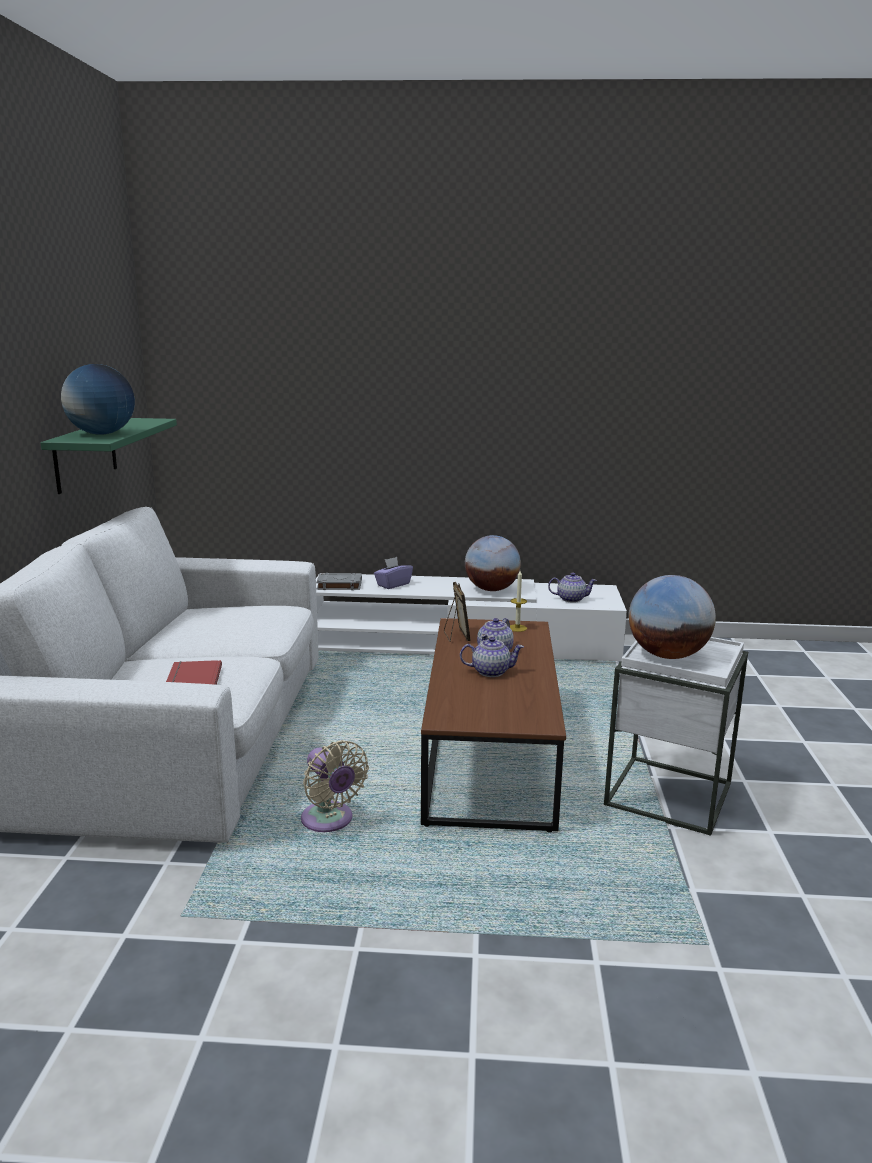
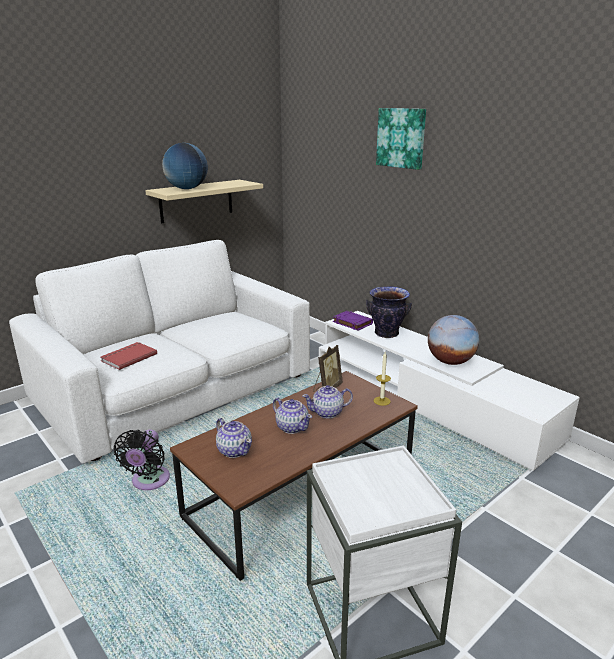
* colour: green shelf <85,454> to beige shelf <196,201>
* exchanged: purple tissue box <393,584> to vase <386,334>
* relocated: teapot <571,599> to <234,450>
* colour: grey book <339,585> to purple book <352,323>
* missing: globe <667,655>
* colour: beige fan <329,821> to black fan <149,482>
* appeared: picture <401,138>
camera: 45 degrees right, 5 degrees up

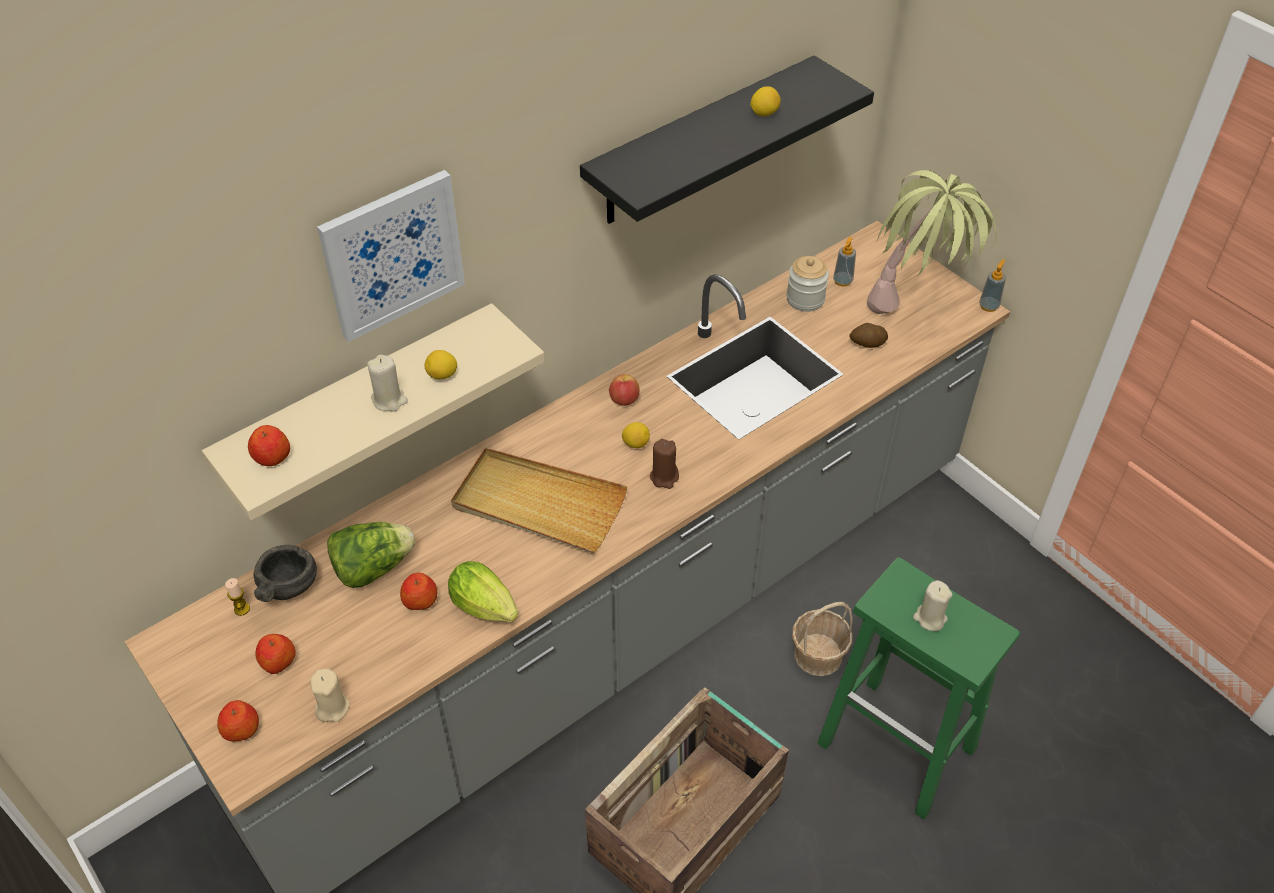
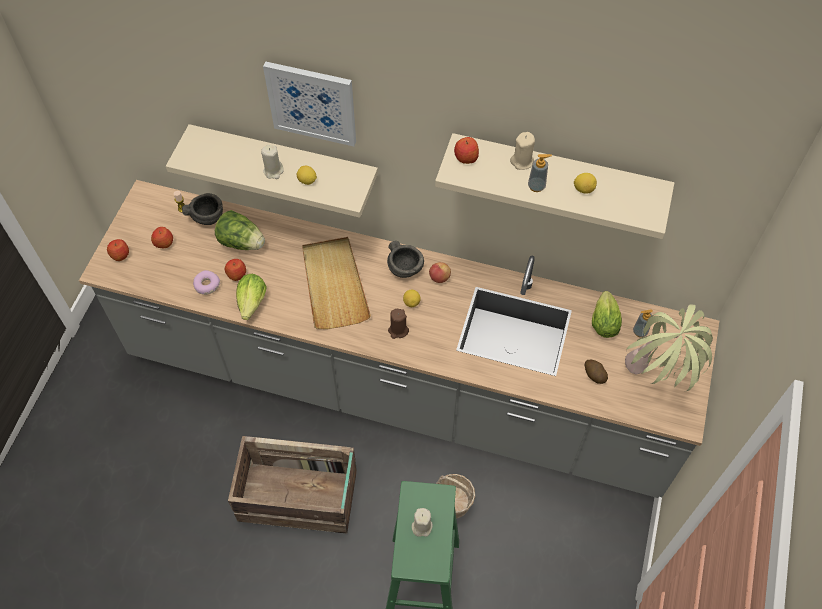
* colour: black shelf <701,142> to beige shelf <557,176>
* exchanged: jar <805,299> to lettuce <604,320>
* relocated: soap dispenser <988,306> to <536,186>
* relocated: apple <272,457> to <466,157>
* relocated: beige candle <332,707> to <522,161>
* appeared: grey bowl <405,268>
* appeared: donut <207,285>
camera: 55 degrees right, 10 degrees up

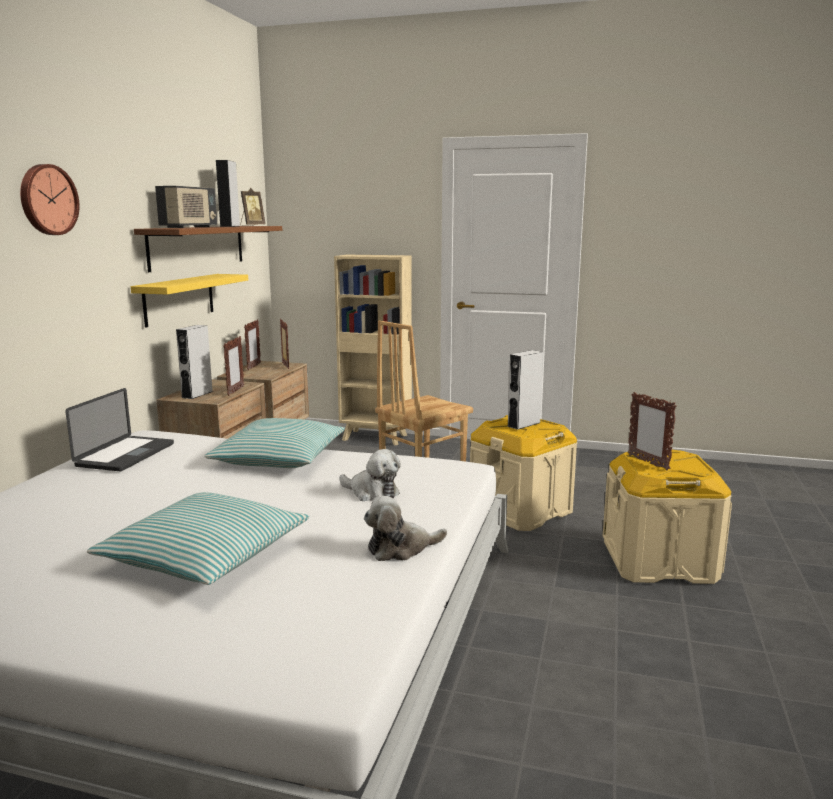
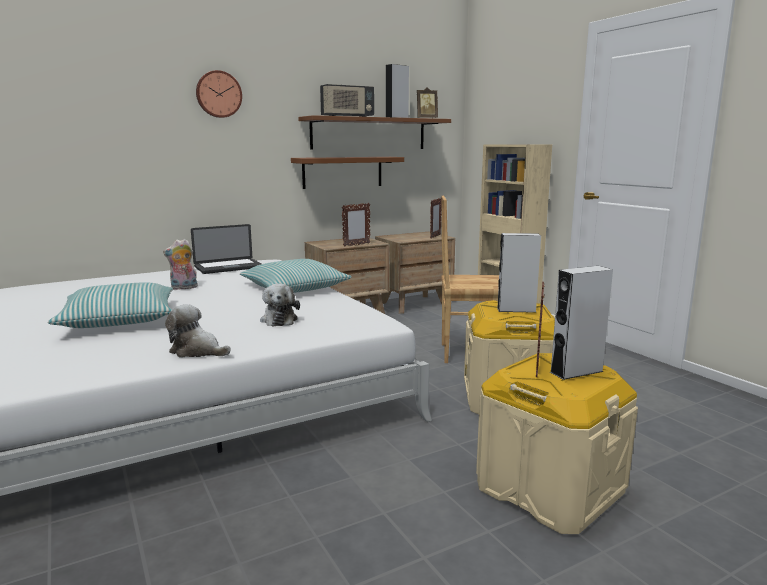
* colour: yellow shelf <179,299> to brown shelf <342,172>
* missing: picture frame <253,367>
* relocated: grey speaker <197,394> to <576,372>
* appeared: plush toy <183,288>
camera: 45 degrees right, 0 degrees up

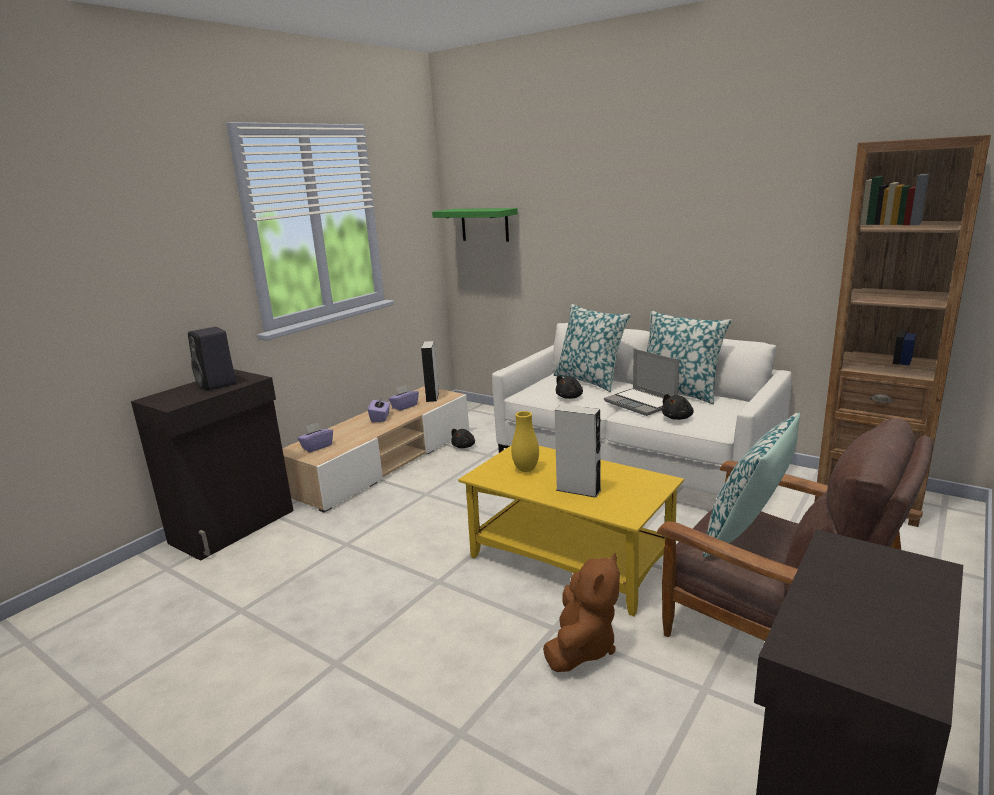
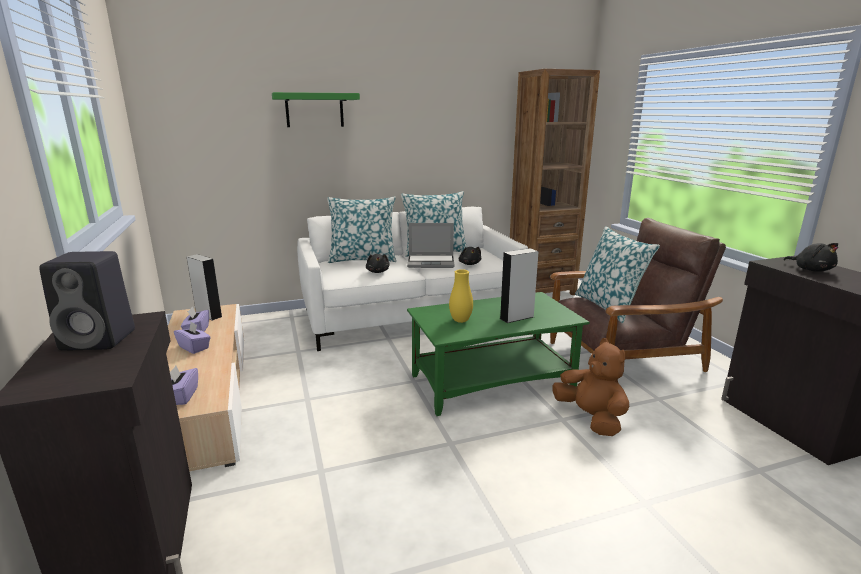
* relocated: green shelf <484,224> to <314,110>
* relocated: black plush toy <464,446> to <811,269>
* colour: yellow coffee table <572,560> to green coffee table <493,381>
camera: 55 degrees left, 0 degrees up

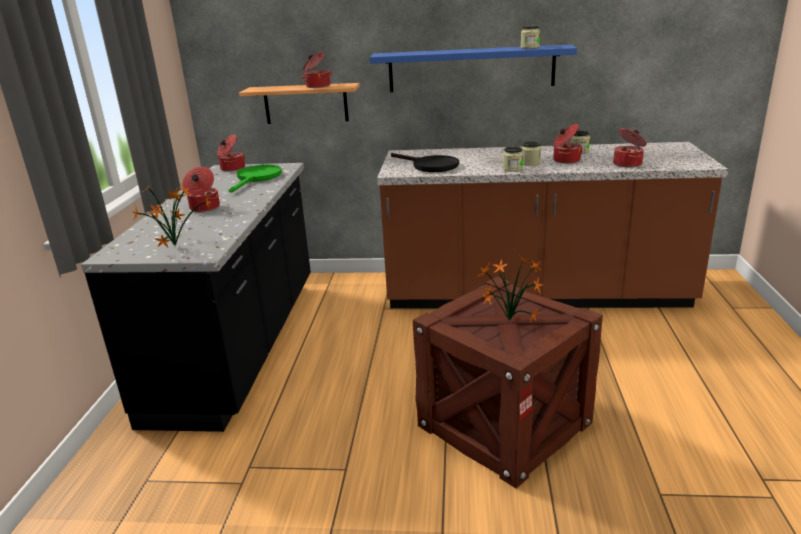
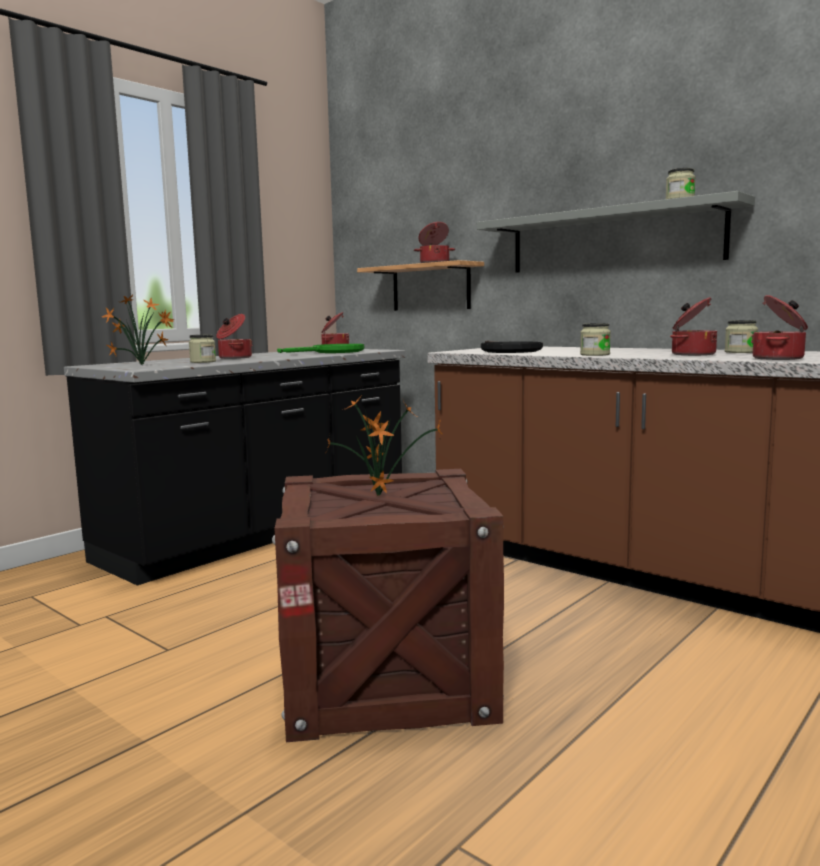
* colour: blue shelf <471,69> to grey shelf <612,239>
* relocated: jar <530,163> to <203,362>
camera: 35 degrees right, 15 degrees down

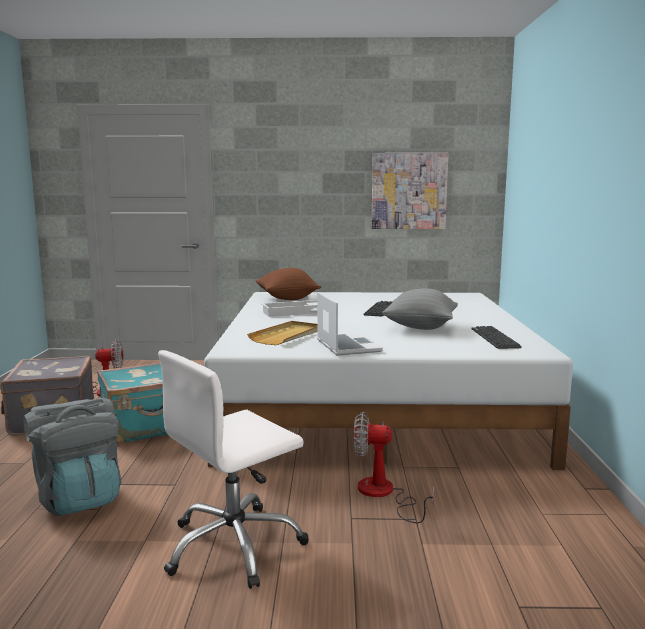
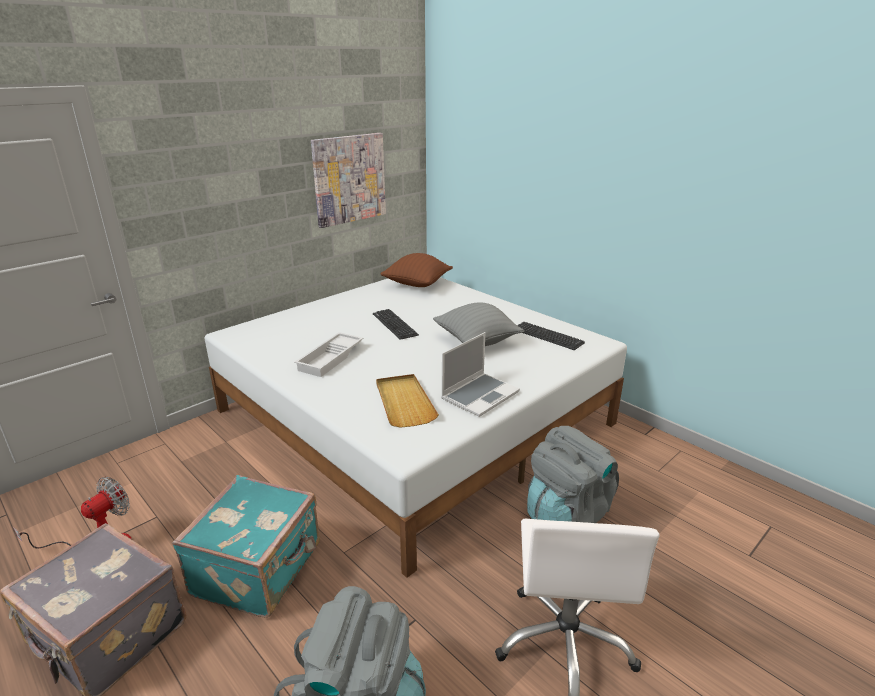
* relocated: brown pillow <287,299> to <417,285>
* spun: laptop <346,346> = <480,395> 105 degrees clockwise
* exchanged: fan <383,494> to grey backpack <566,514>
camera: 45 degrees left, 15 degrees up

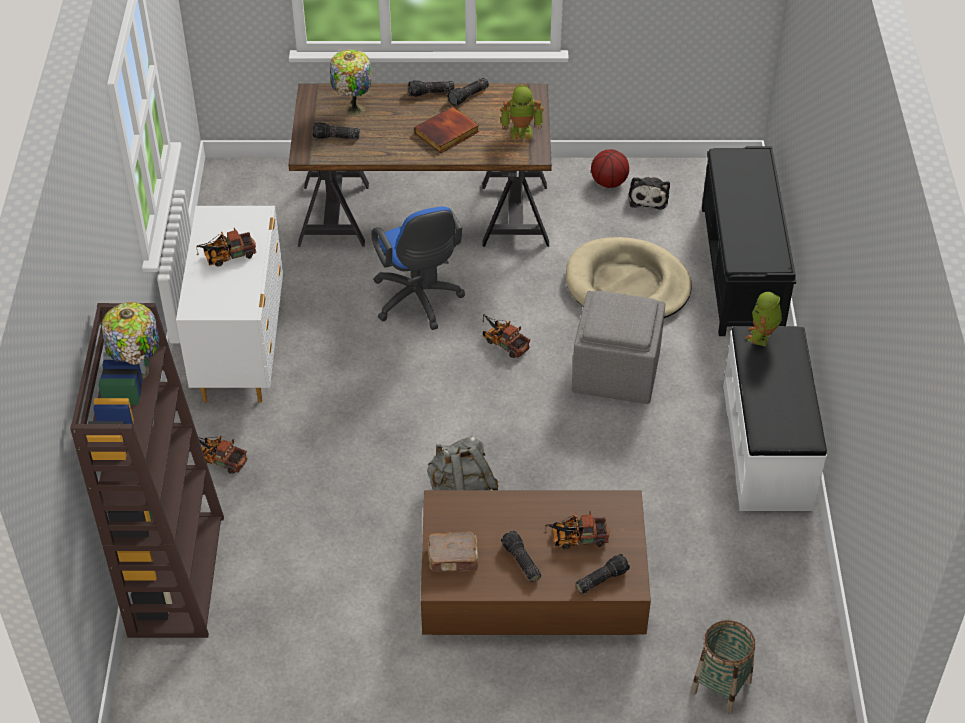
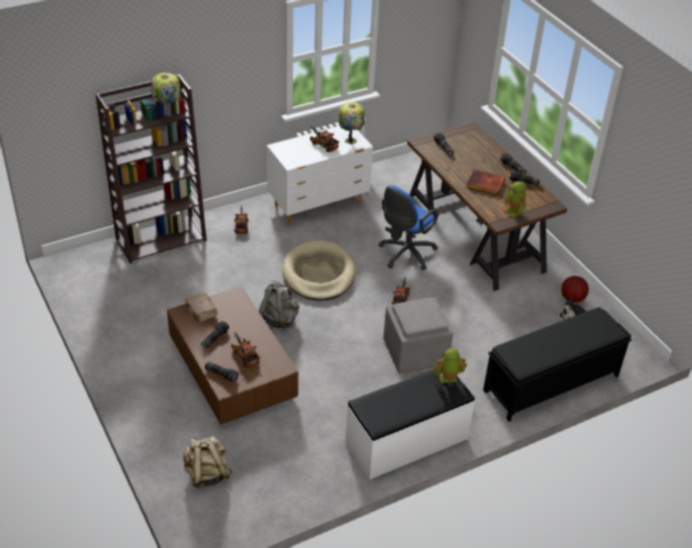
* relocated: table lamp <353,108> to <350,140>
* relocated: beige dog bed <627,285> to <318,274>
* exchanged: basket <721,687> to beige backpack <206,474>
camera: 60 degrees right, 5 degrees down

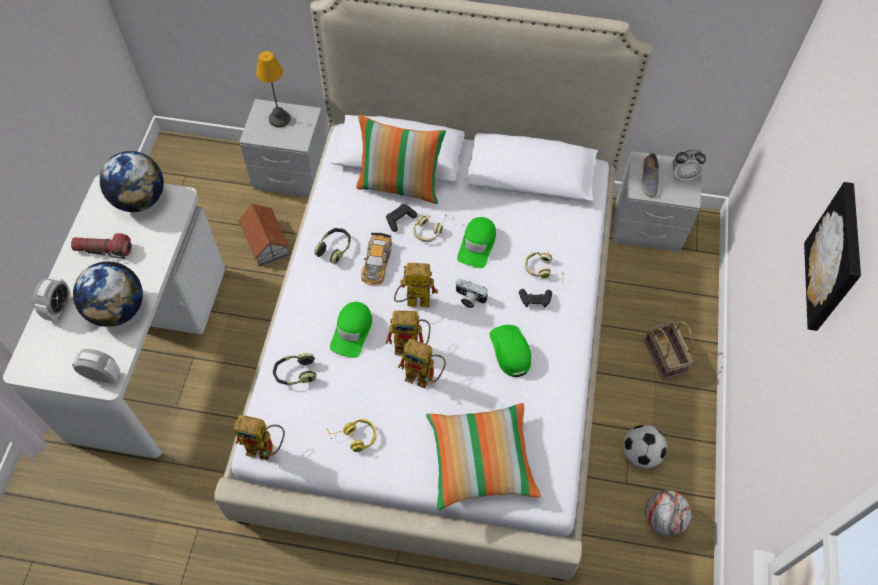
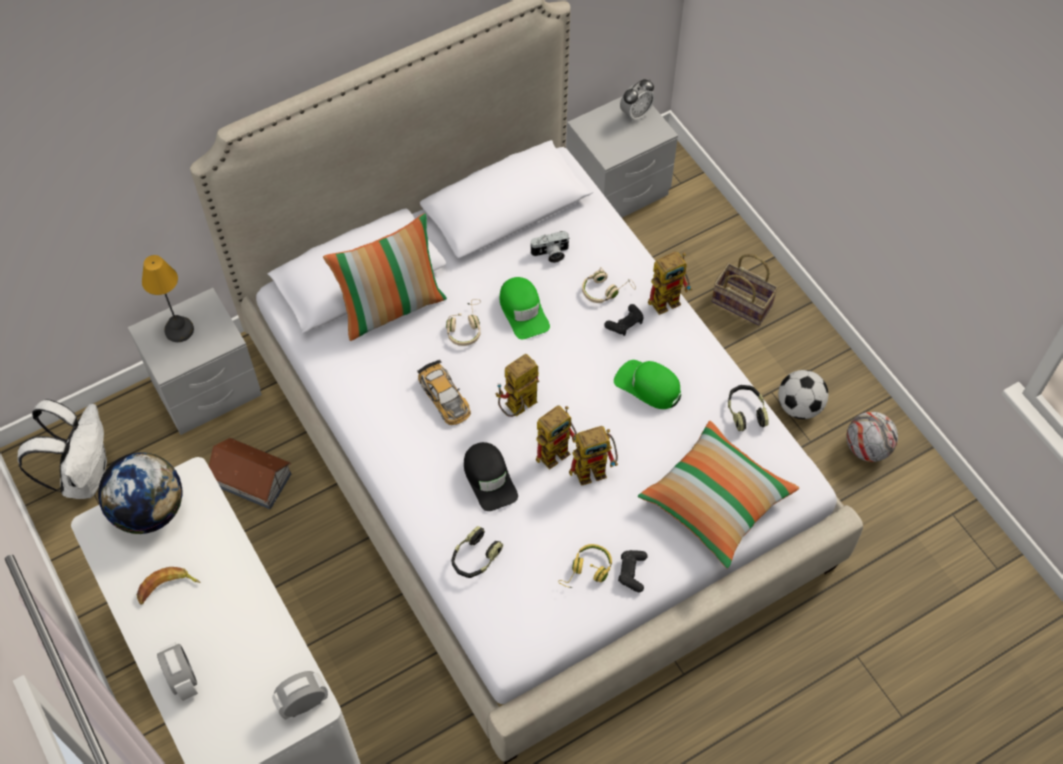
* missing: shoe <648,179>
* missing: picture <836,258>
* relocated: black game controller <400,219> to <632,572>
* relocated: headphones <334,248> to <745,412>
* exchanged: flashlight <104,250> to banana <167,588>
* missing: globe <118,310>
* relocated: photo camera <469,298> to <550,254>
* colour: green cap <352,331> to black cap <489,478>
* relocated: toy robot <266,448> to <669,298>
* appeared: white backpack <84,475>
camera: 40 degrees left, 0 degrees up

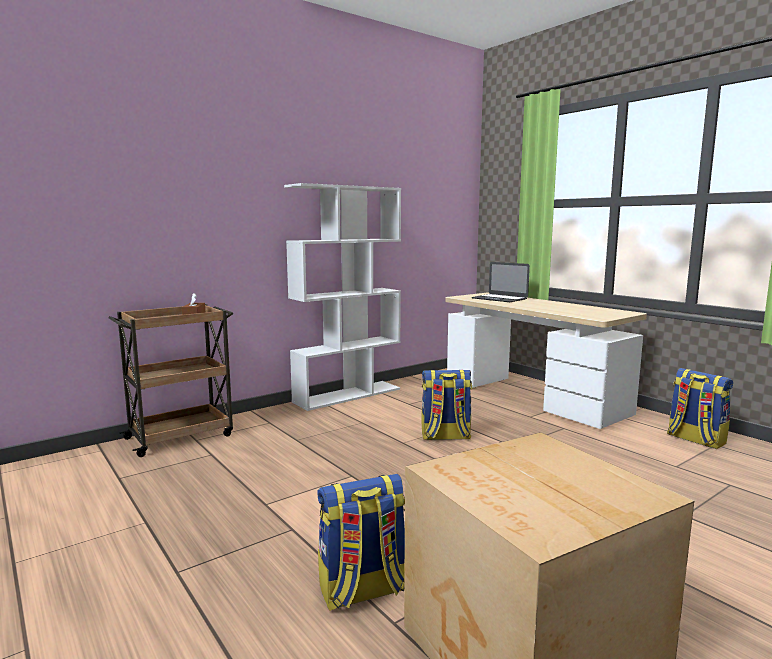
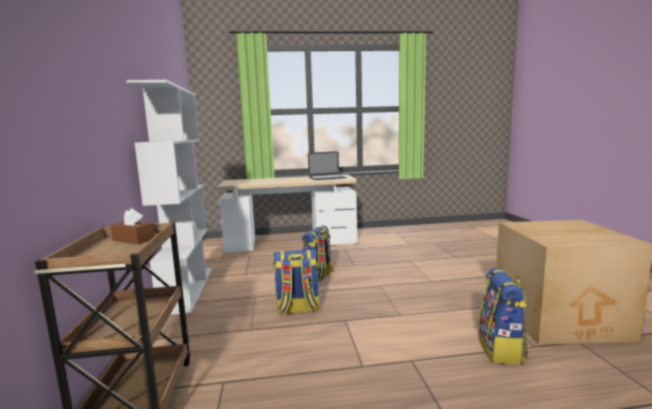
* relocated: laptop <499,298> to <327,178>
* relocated: backpack <695,440> to <297,309>
camera: 60 degrees left, 0 degrees up

